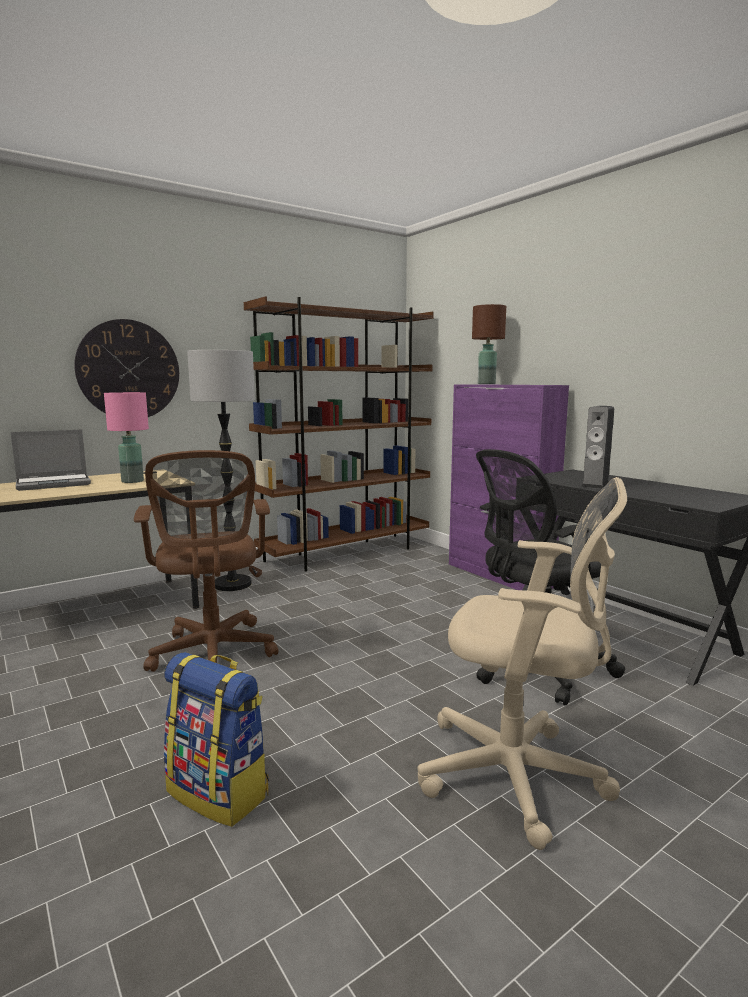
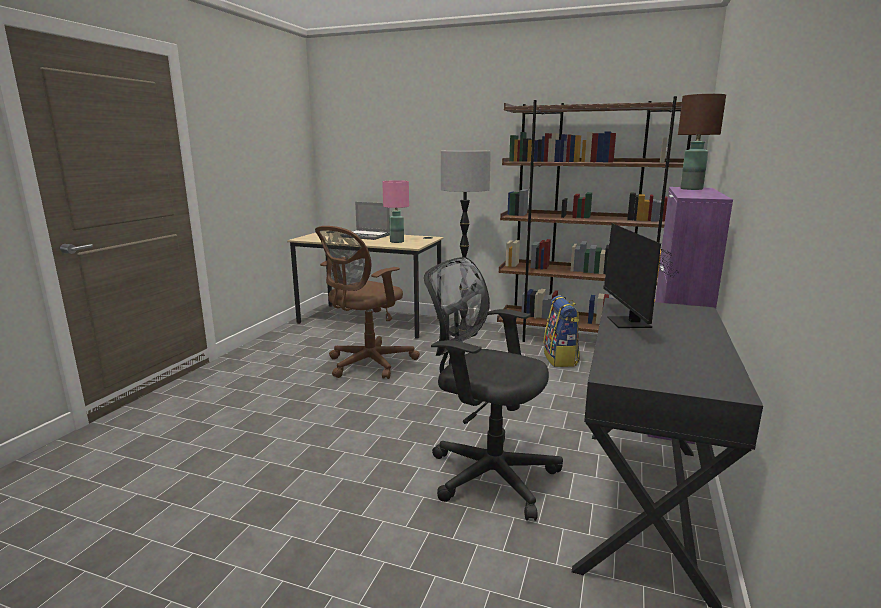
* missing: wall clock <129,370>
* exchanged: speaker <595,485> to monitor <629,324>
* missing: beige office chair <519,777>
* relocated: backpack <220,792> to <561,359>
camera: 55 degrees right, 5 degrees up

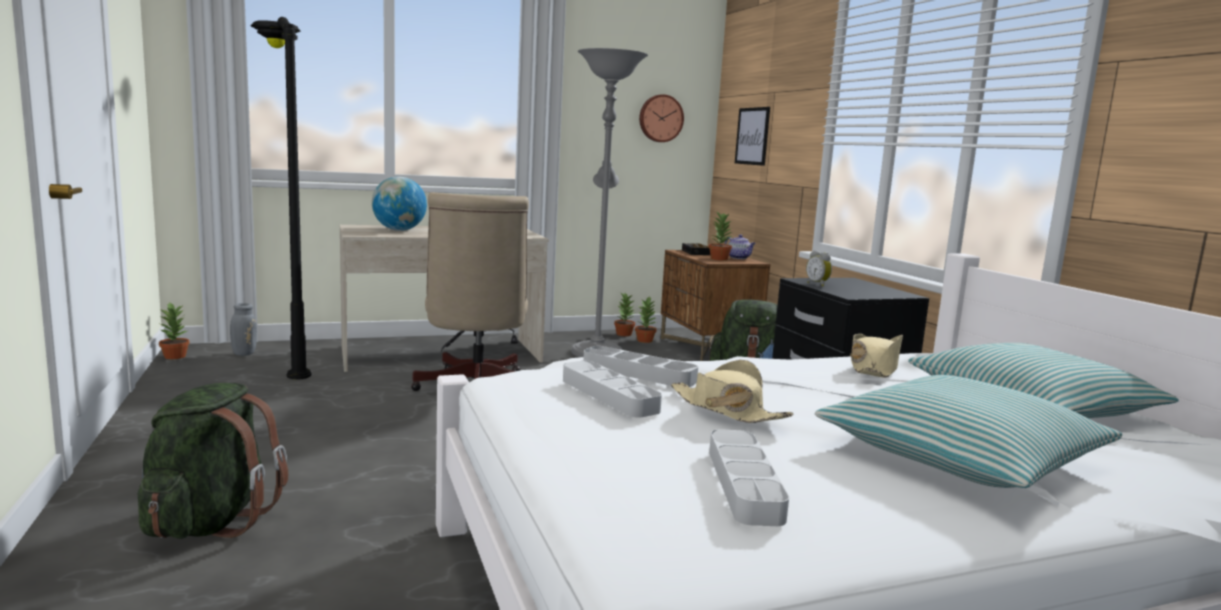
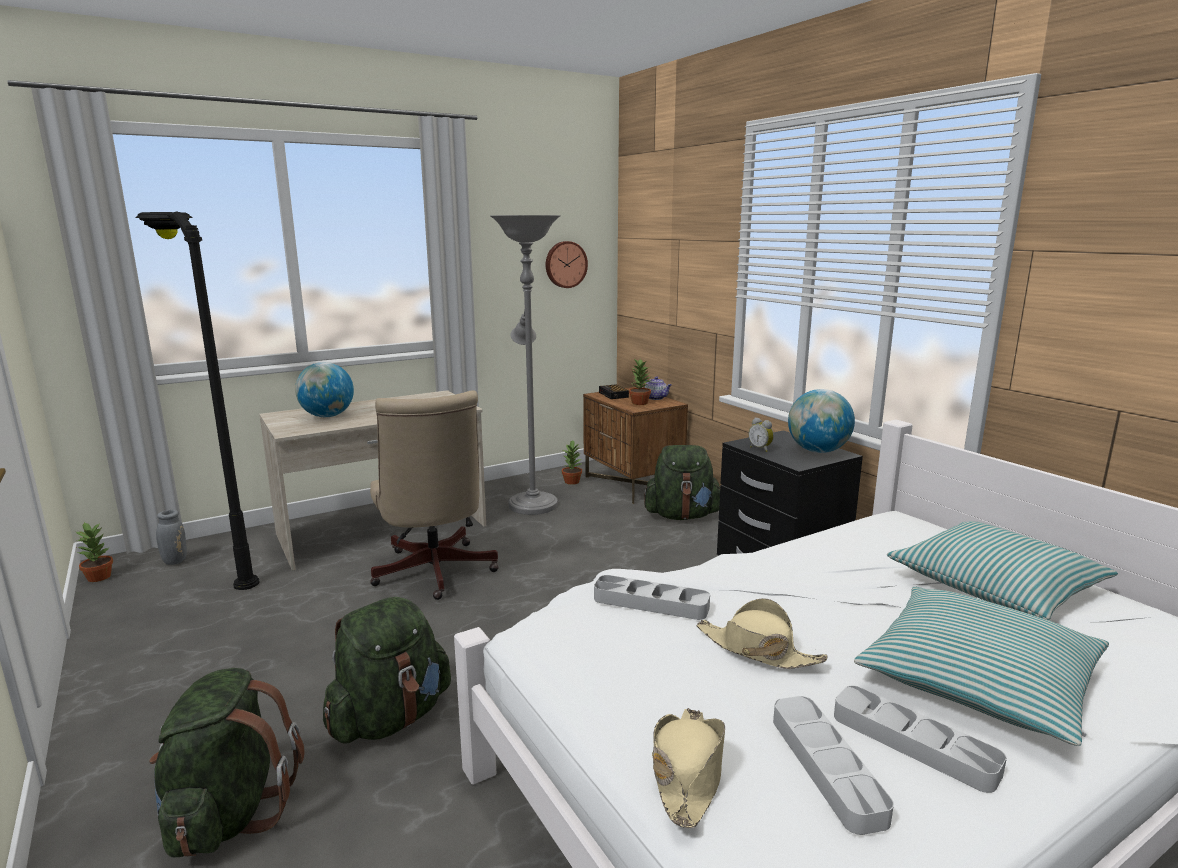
* missing: picture <752,136>
* missing: potted plant <623,334>
* relocated: beige hat <873,368> to <687,772>
* relocated: grey tray <609,395> to <913,743>
* appeared: globe <818,451>
* appeared: green backpack <391,718>
camera: 10 degrees left, 5 degrees up

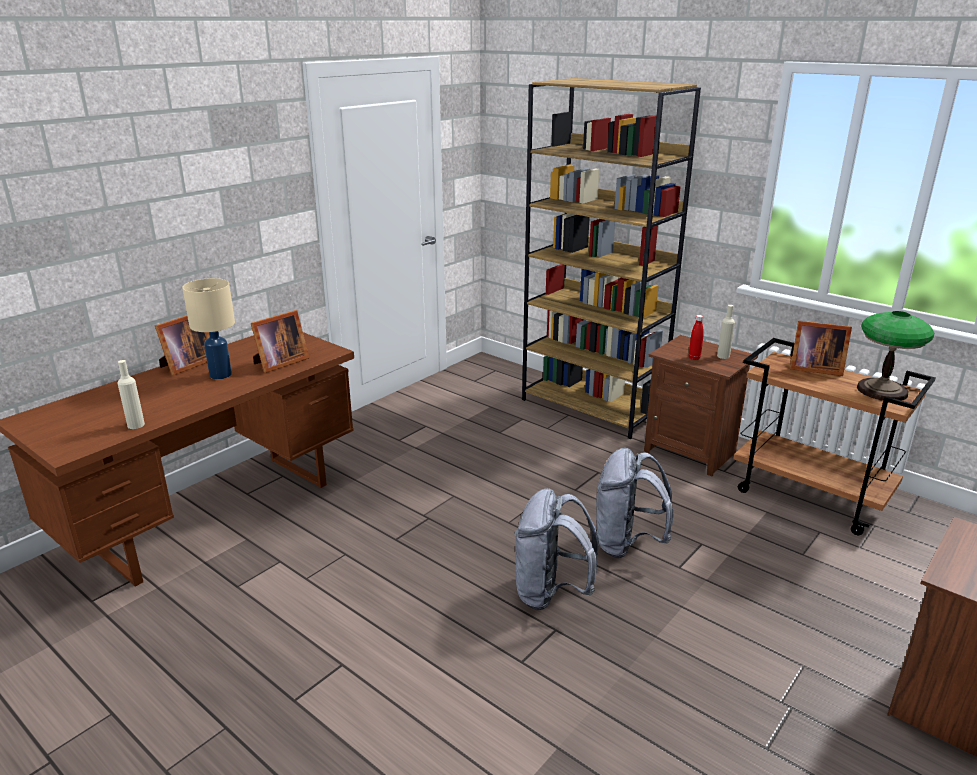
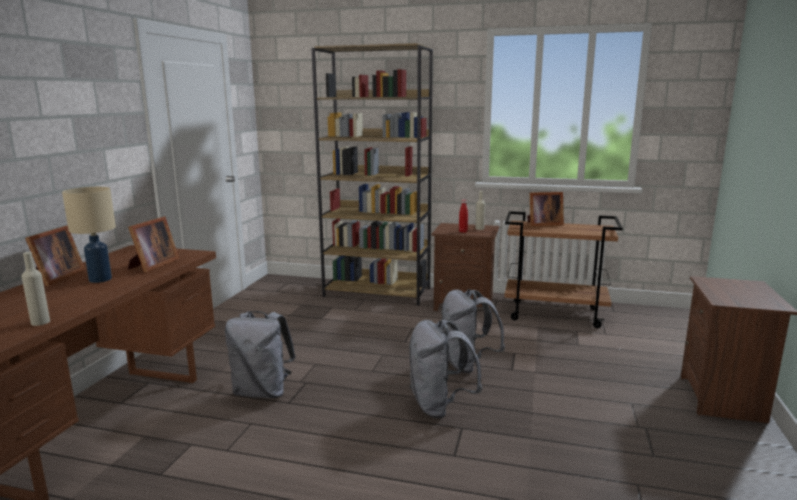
* missing: table lamp <882,390>
* appeared: grey backpack <262,392>
camera: 25 degrees left, 10 degrees down

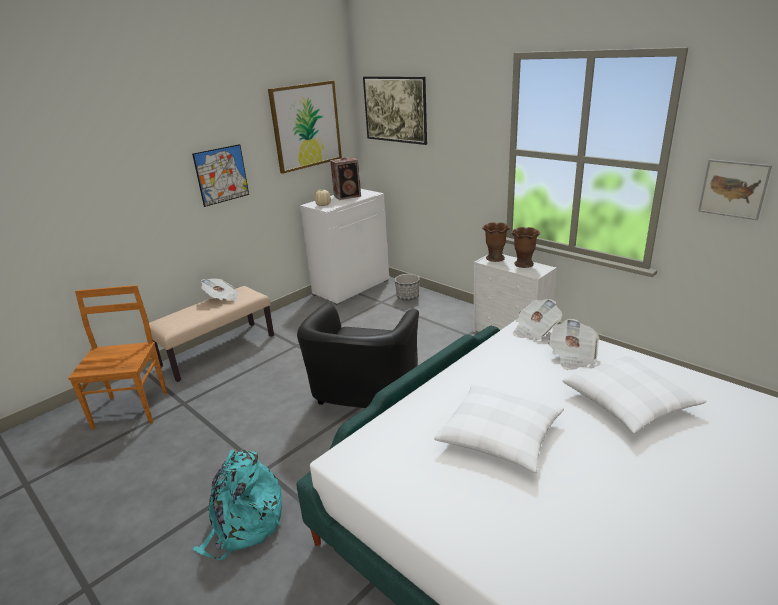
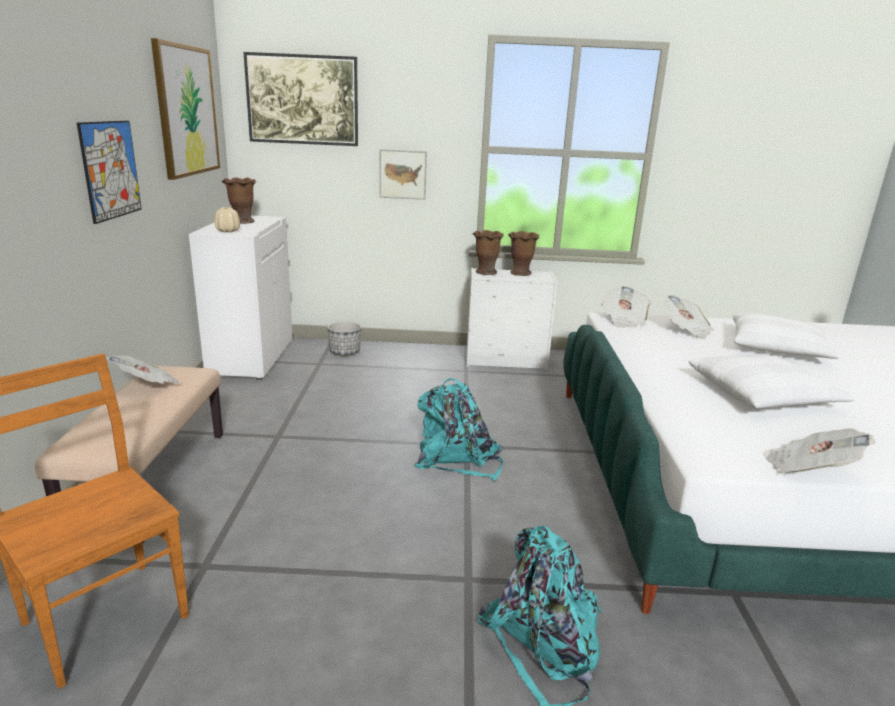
* exchanged: speaker <348,196> to brown vase <242,221>
* relocated: picture <733,189> to <402,174>
* exchanged: black armchair <363,398> to turquoise backpack <457,459>
* appeared: newspaper <808,470>
camera: 45 degrees left, 5 degrees down

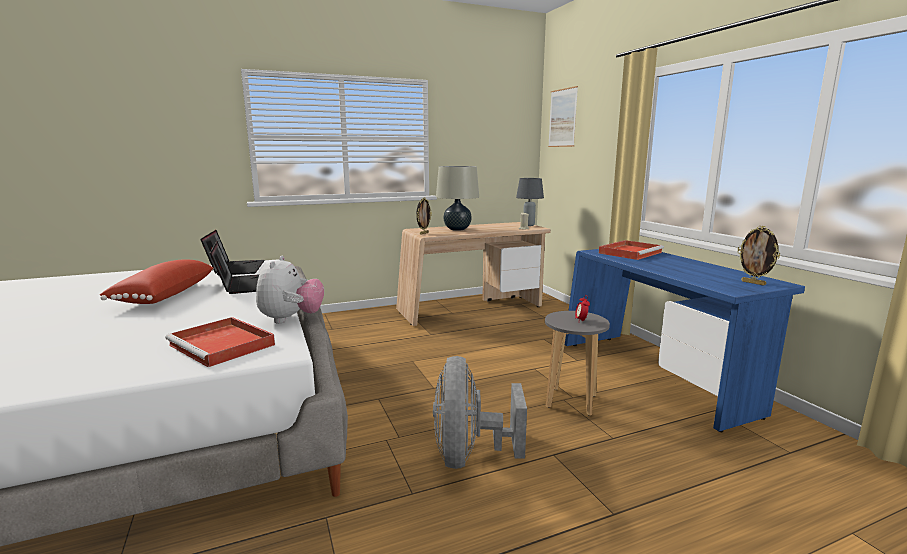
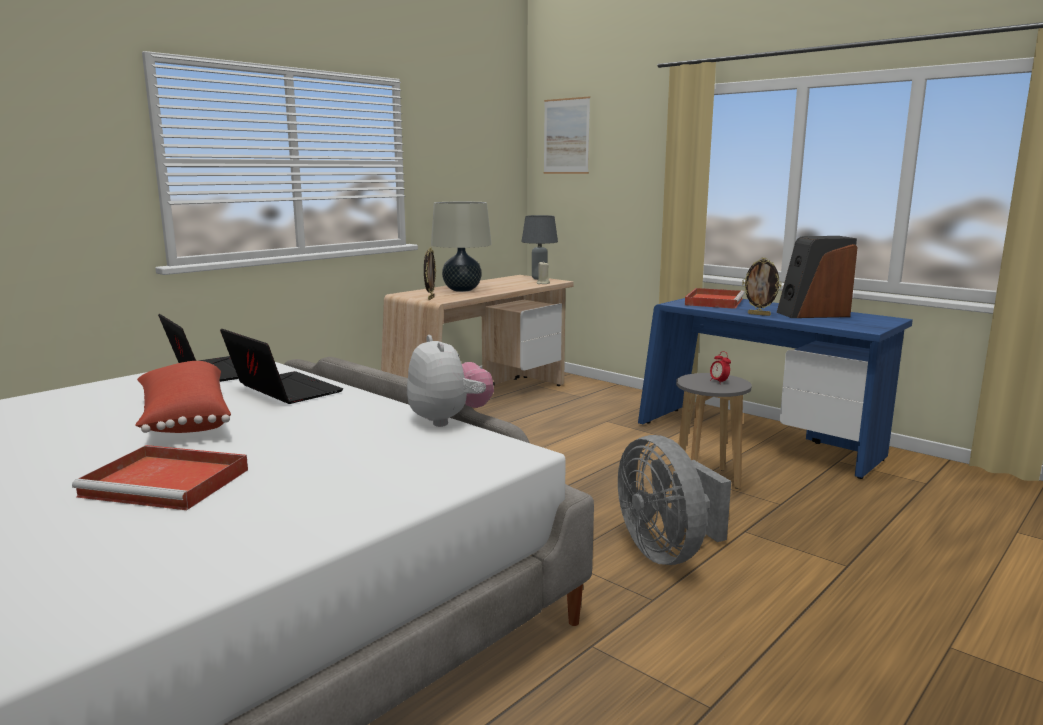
* relocated: picture frame <753,283> to <759,314>
* relocated: red tray <223,345> to <169,483>
* appeared: speaker <812,314>
camera: 25 degrees left, 0 degrees up

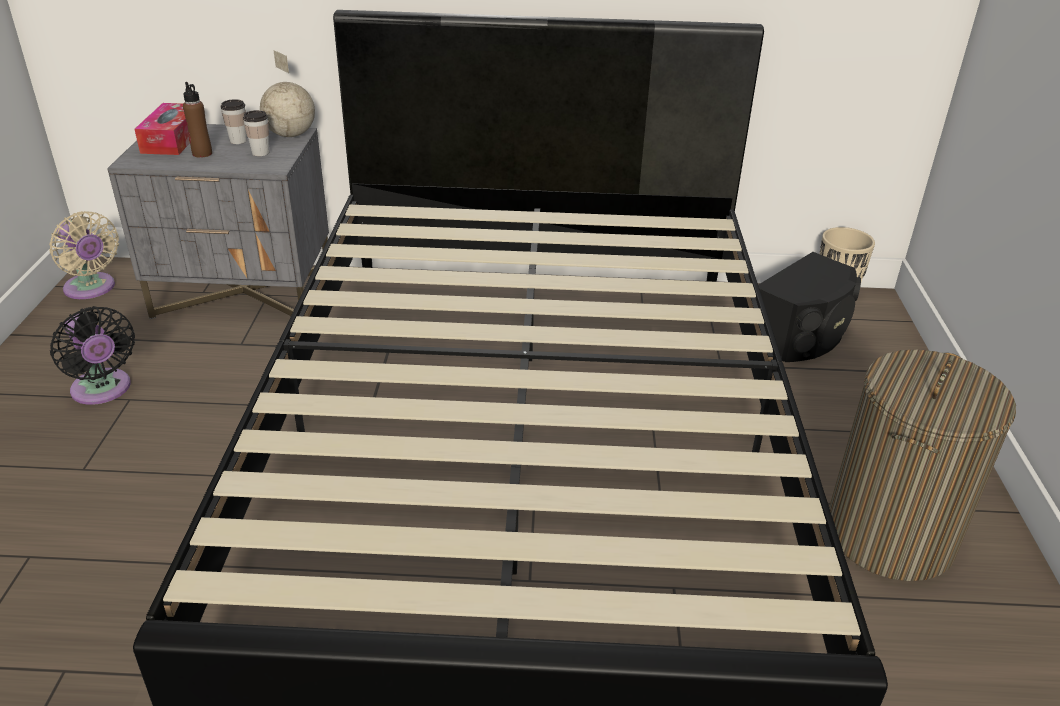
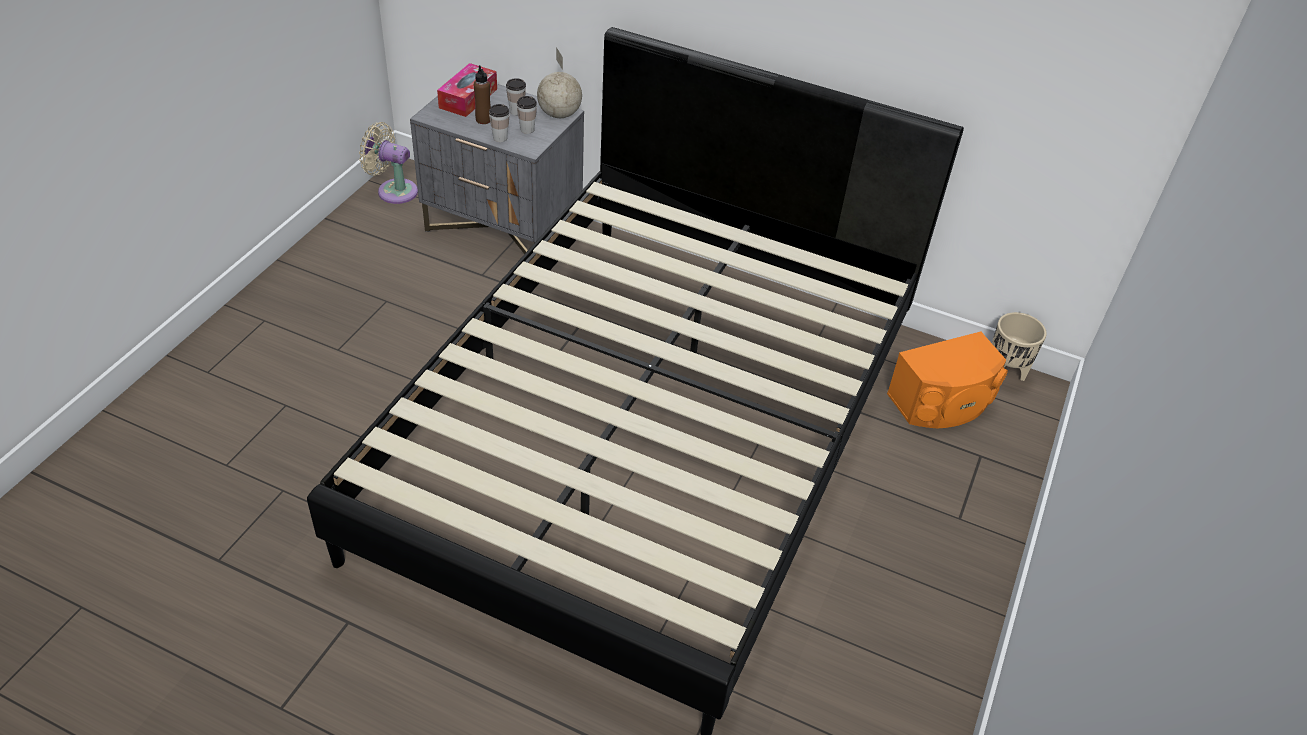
* spun: beige fan <92,289> = <393,190> 135 degrees clockwise
* colour: black speaker <801,335> to orange speaker <943,403>
* missing: black fan <103,390>
* missing: laundry basket <889,534>
* appeared: cup <500,138>
camera: 20 degrees right, 10 degrees up

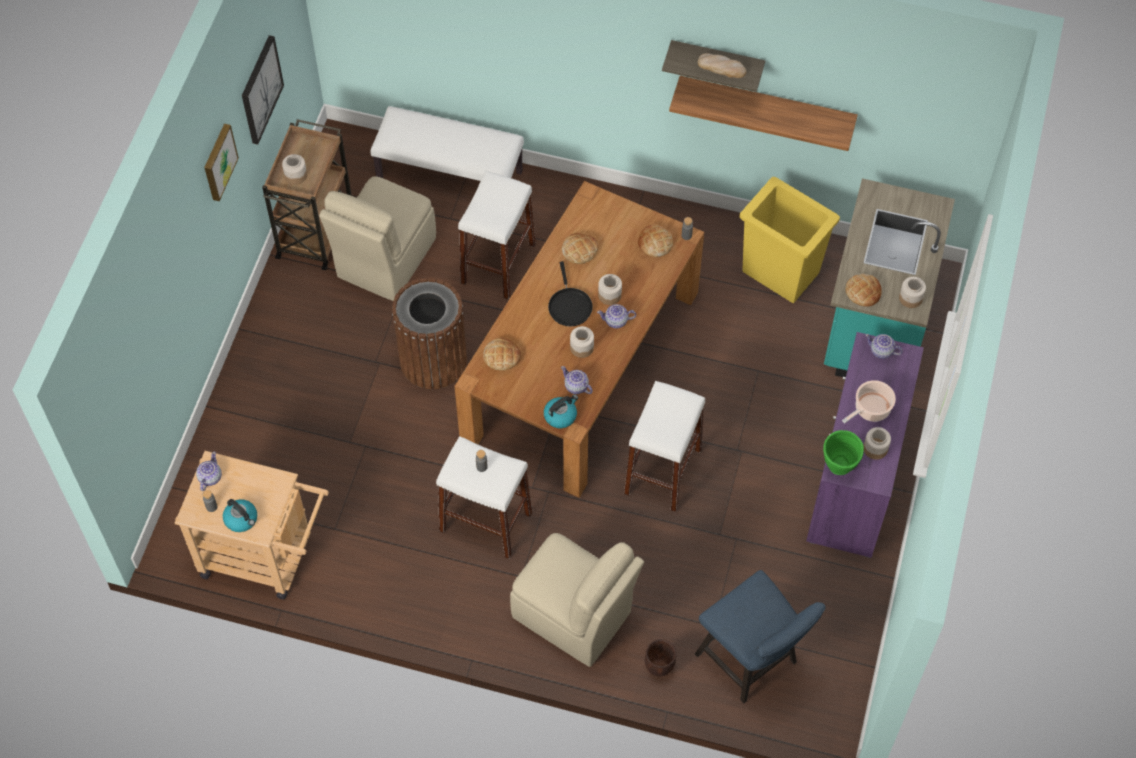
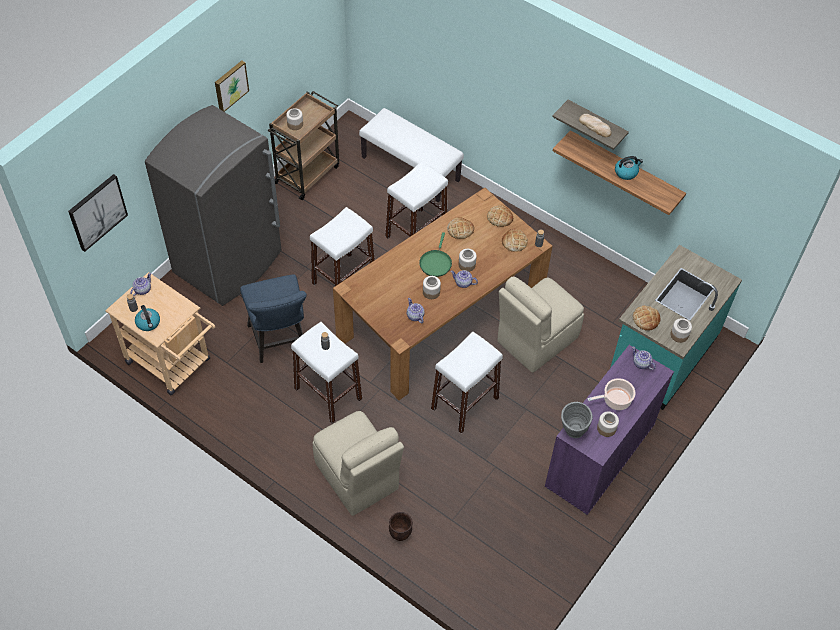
* relocated: picture <260,89> to <97,212>
* relocated: beige chair <384,259> to <535,340>
* missing: yellow trash can <780,271>
* colour: black frying pan <569,306> to green frying pan <436,263>
* exchanged: brown trash can <433,360> to white stool <344,278>
* relocated: bread <502,356> to <500,218>
* relocated: kettle <560,415> to <626,172>
* colour: green vase <838,470> to grey vase <572,433>
* relocated: blue chair <752,662> to <279,342>
* appeared: grey fridge <229,263>
camera: 20 degrees right, 5 degrees down

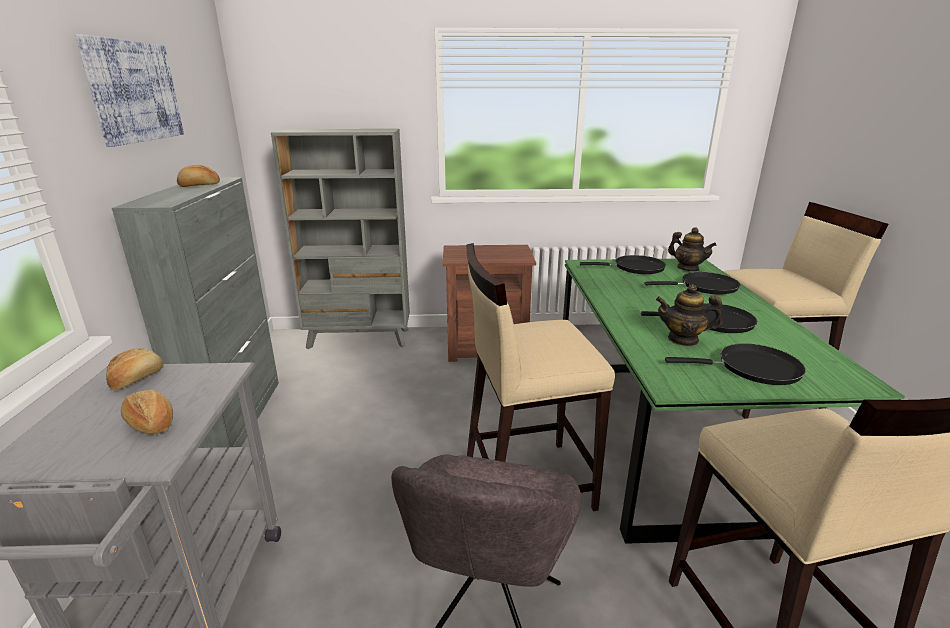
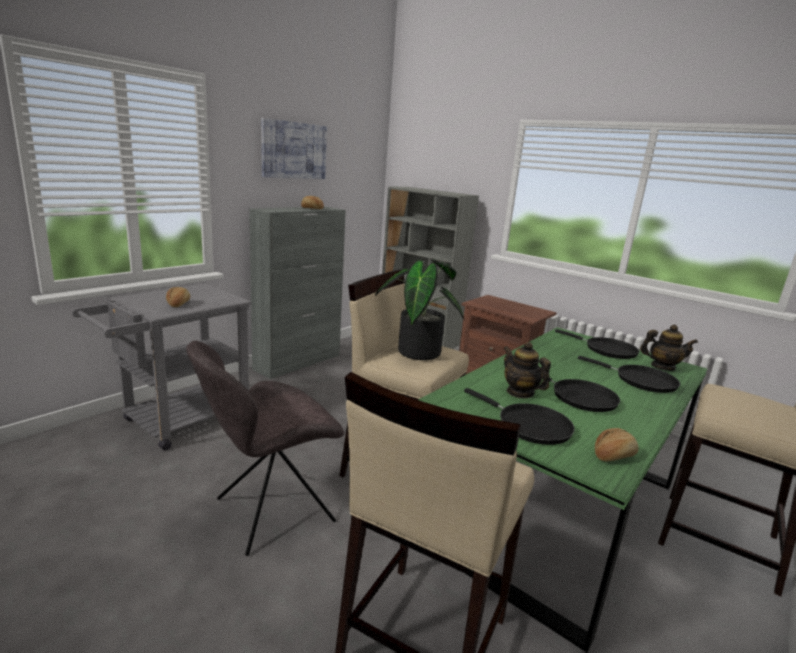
* spun: teapot <688,268> = <662,367> 75 degrees counterclockwise
* relocated: bread <137,379> to <613,455>
* appeared: potted plant <416,350>
camera: 40 degrees right, 5 degrees down

